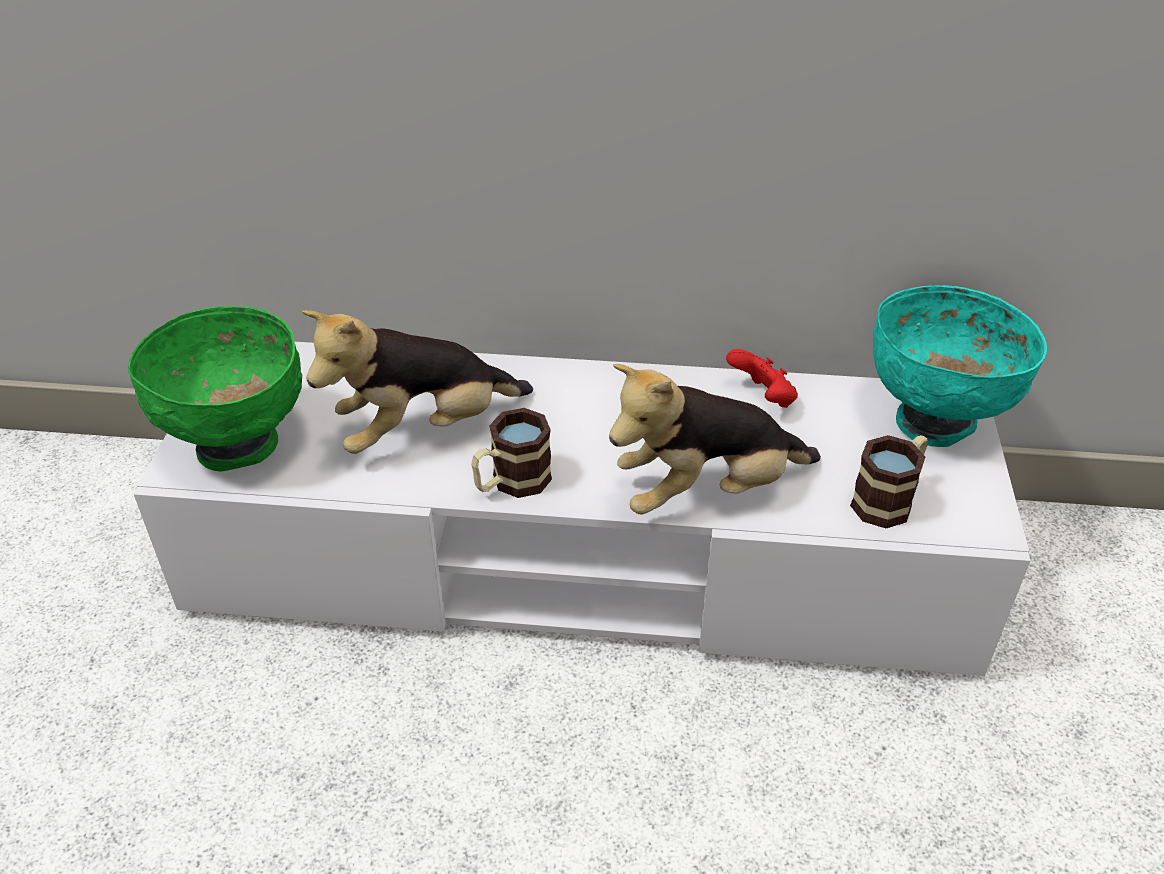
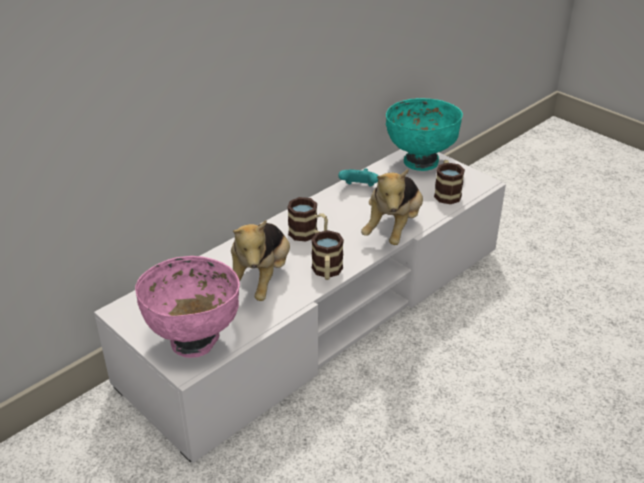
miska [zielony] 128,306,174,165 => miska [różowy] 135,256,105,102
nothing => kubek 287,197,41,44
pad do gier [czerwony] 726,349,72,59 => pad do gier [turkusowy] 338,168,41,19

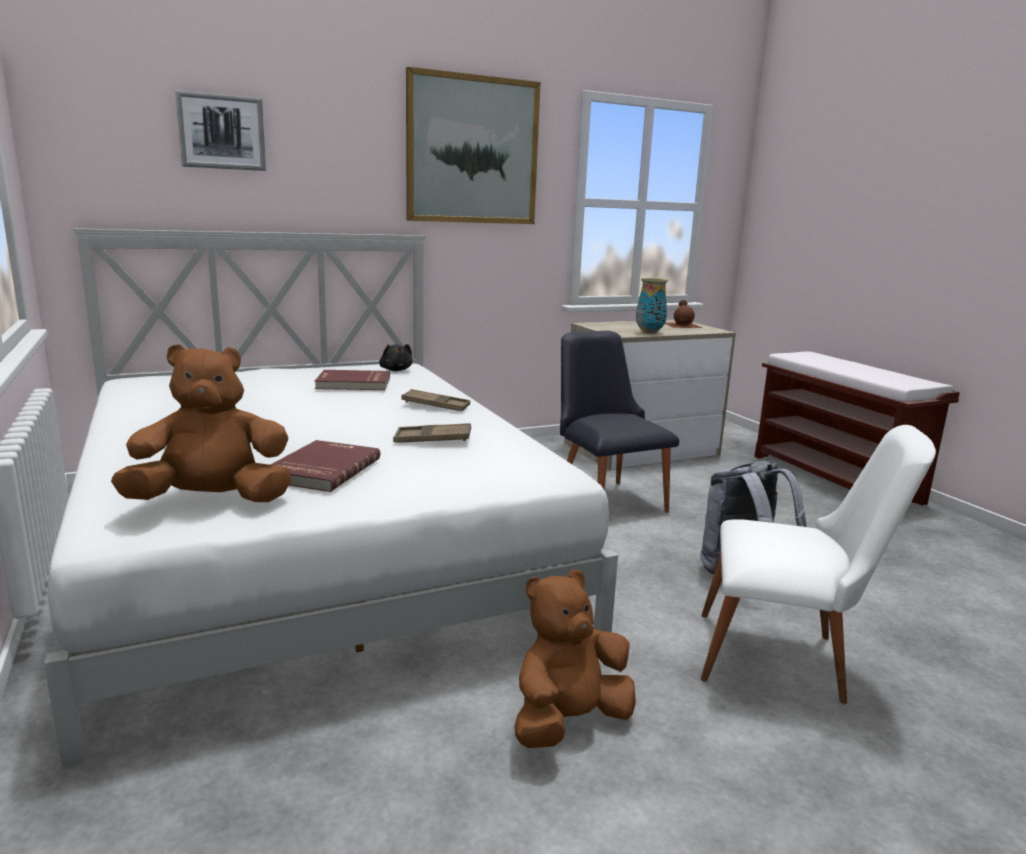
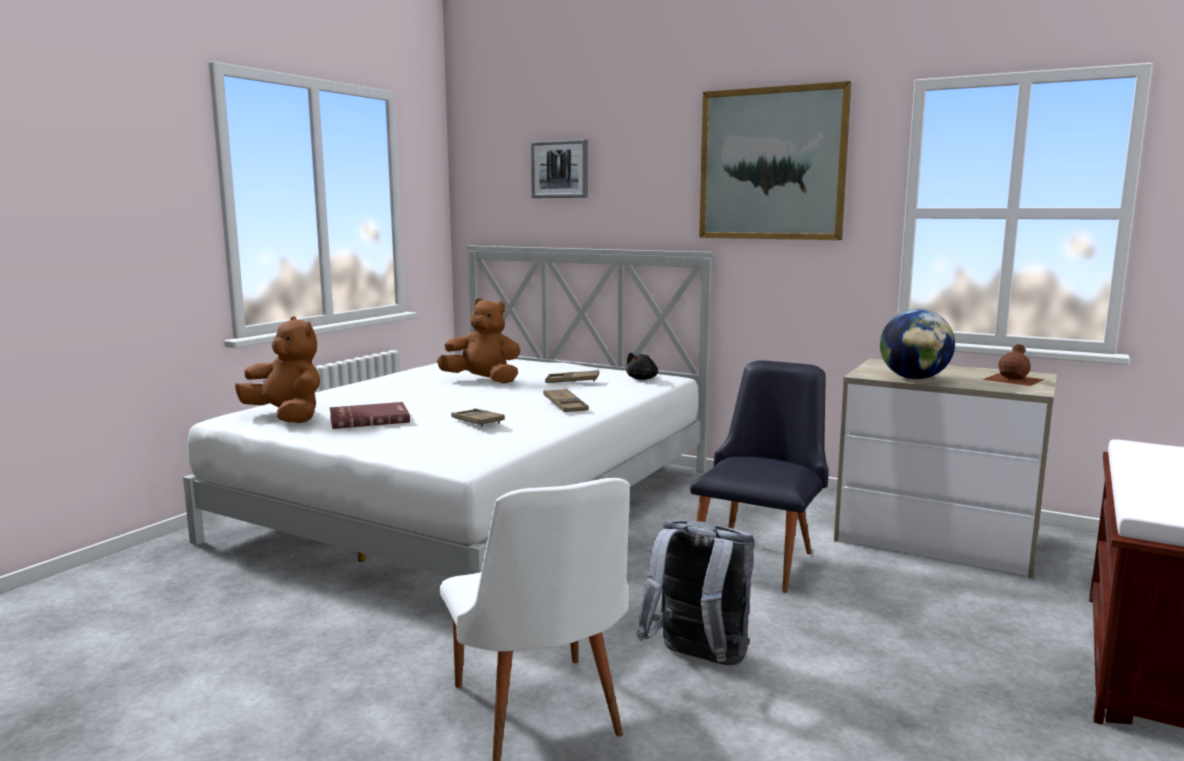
pluszak [brązowy] 514,569,122,179 => pluszak [brązowy] 437,298,84,86, move
książka [czerwony] 315,370,75,20 => taca [brązowy] 545,370,54,13
wazon 636,278,32,56 => globus 880,309,75,70

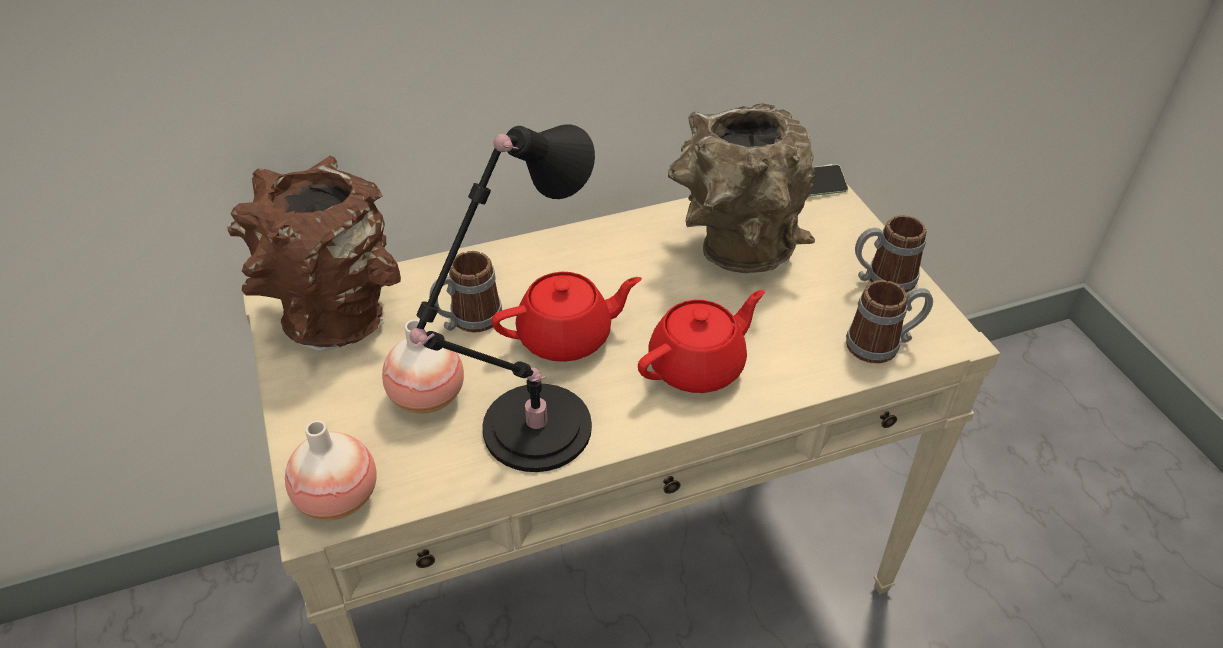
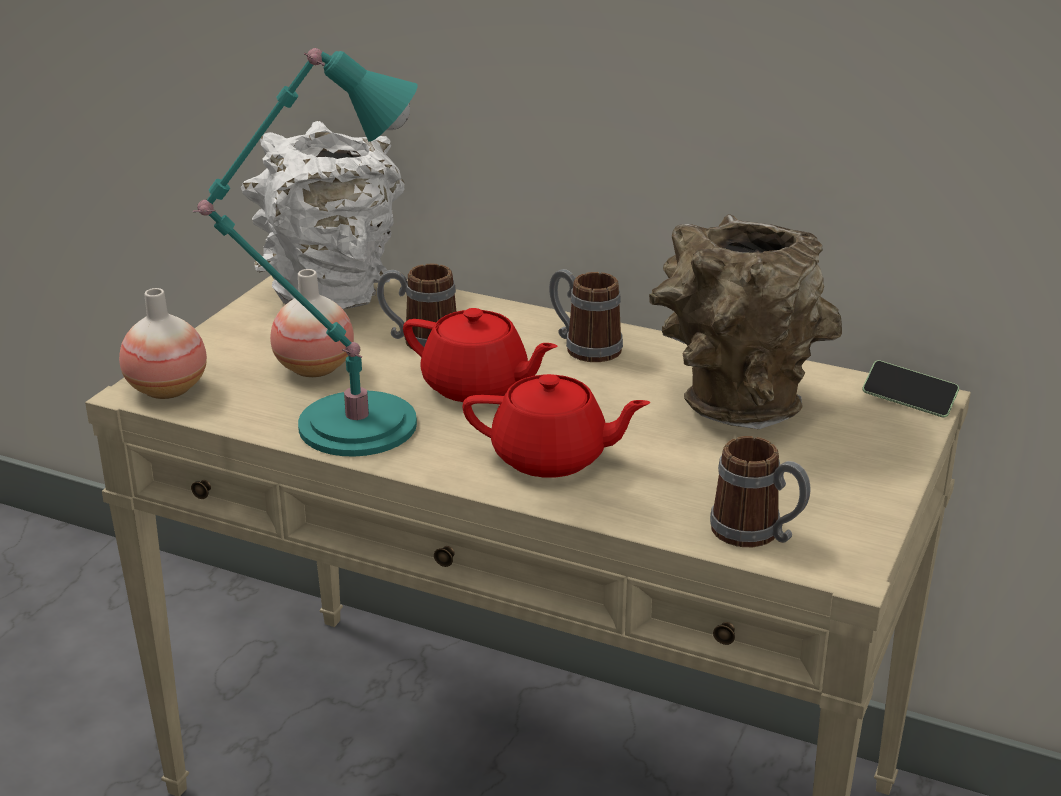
lampa stołowa [czarny] 409,125,186,347 => lampa stołowa [turkusowy] 193,48,225,409
wazon [brązowy] 228,156,173,195 => wazon [biały] 241,121,164,188
kubek 855,215,72,78 => kubek 549,269,74,93, move

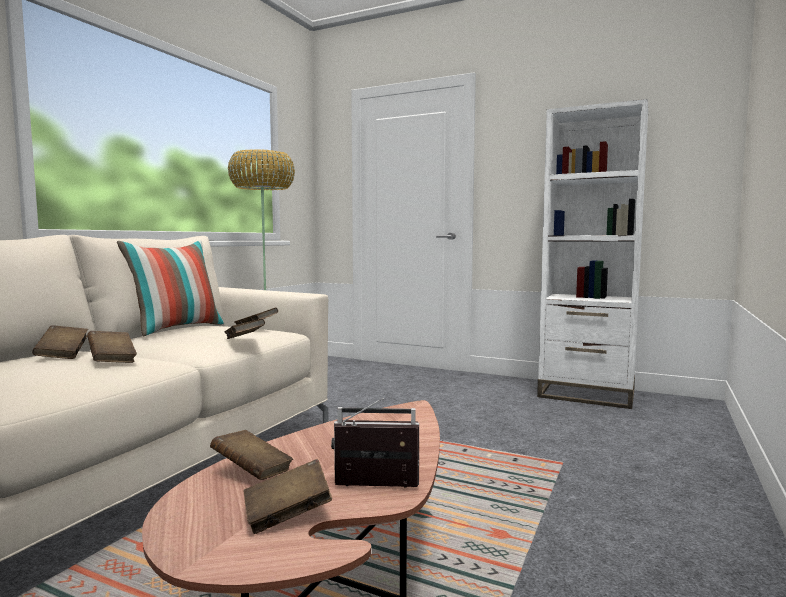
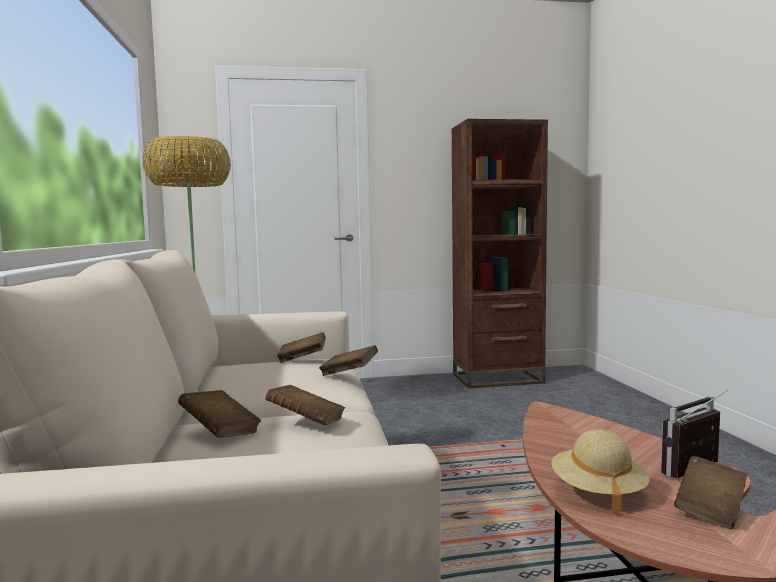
regał [biały] 537,99,111,310 => regał [brązowy] 451,119,97,269
książka [brązowy] 210,430,83,50 => kapelusz [beżowy] 551,429,99,86
poduszka 117,240,107,96 => nothing

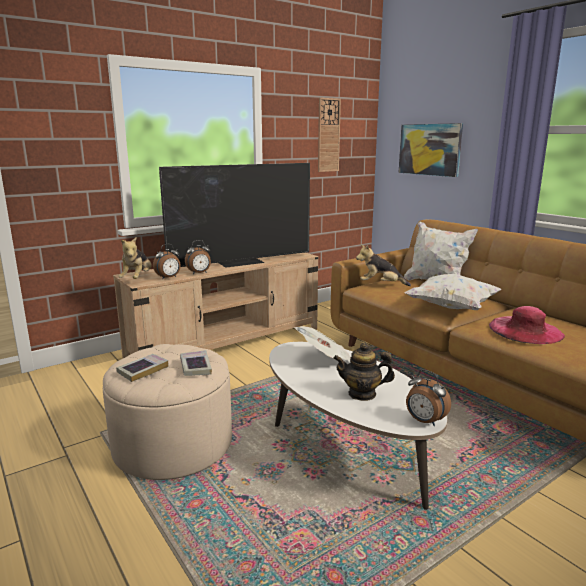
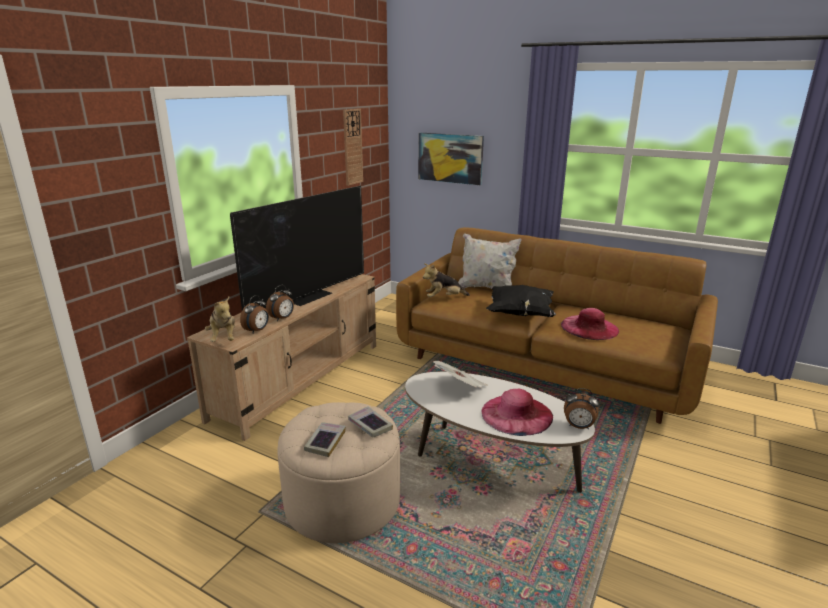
imbryk 333,343,62,58 => kapelusz [różowy] 482,389,71,47
poduszka [biały] 404,274,98,36 => poduszka [czarny] 486,285,70,32

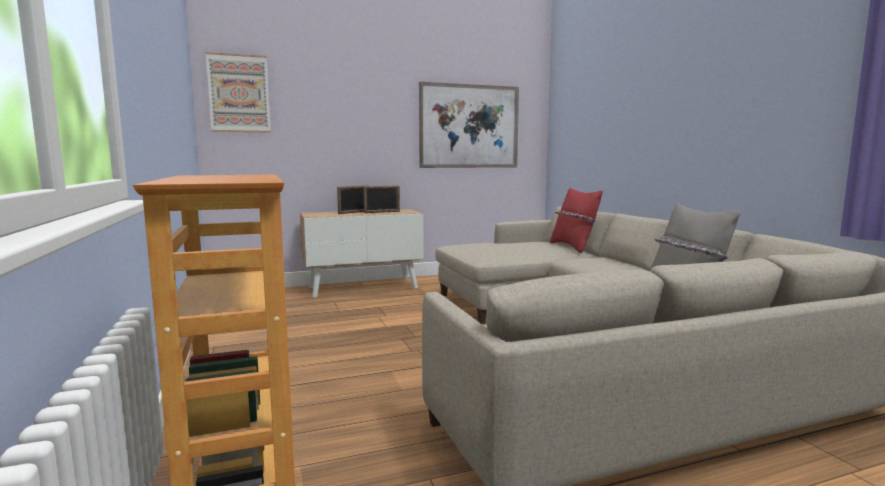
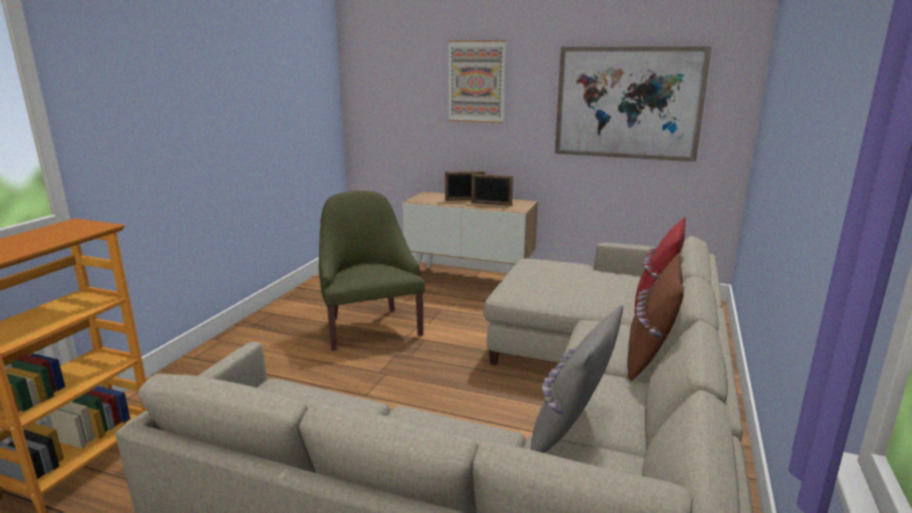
nothing => fotel [zielony] 319,191,106,160
obraz 206,52,65,81 => obraz 448,40,58,83, move
nothing => poduszka [brązowy] 628,253,56,128

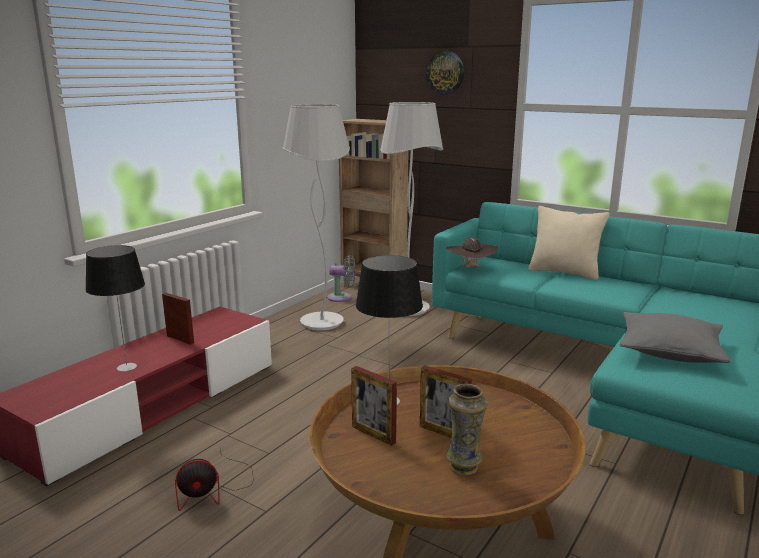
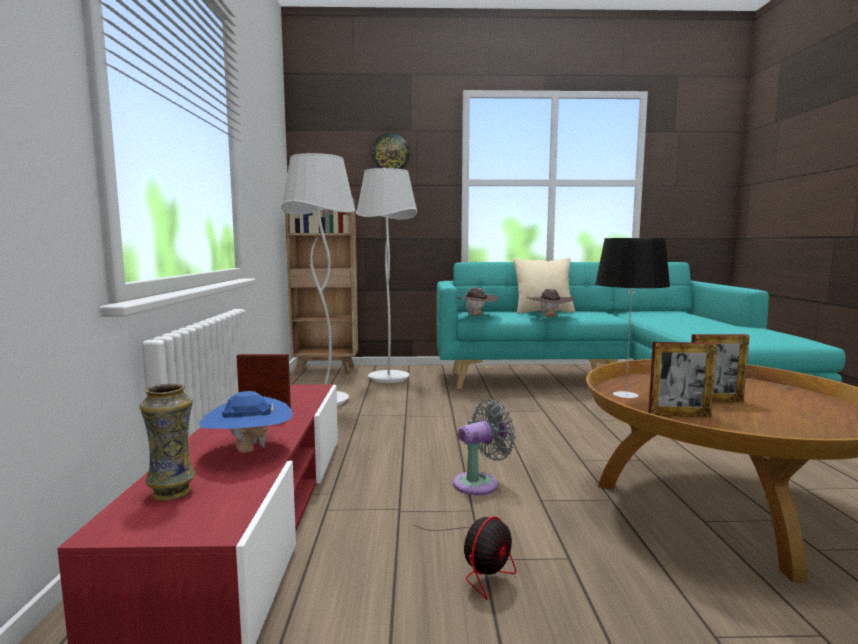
wazon 446,384,42,92 => wazon 139,383,56,118, move
lampa stołowa 85,245,60,126 => kapelusz [niebieski] 199,391,94,62
wentylator [szary] 327,255,28,47 => wentylator [szary] 453,399,63,96, move
nothing => kapelusz [brązowy] 526,289,49,28
poduszka [szary] 619,312,111,51 => nothing

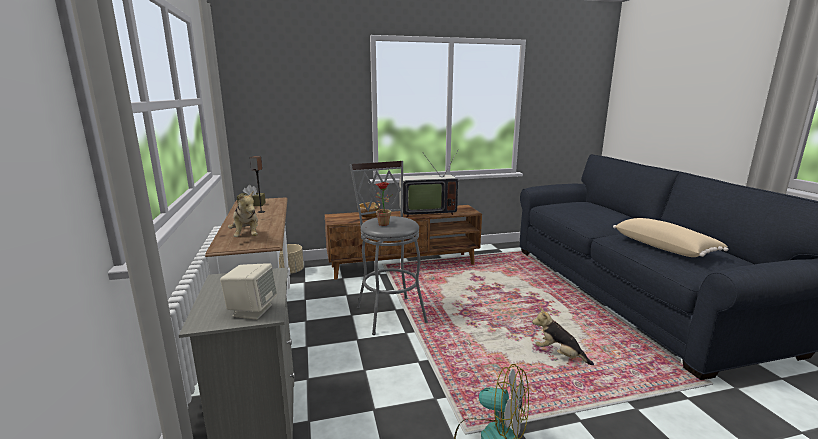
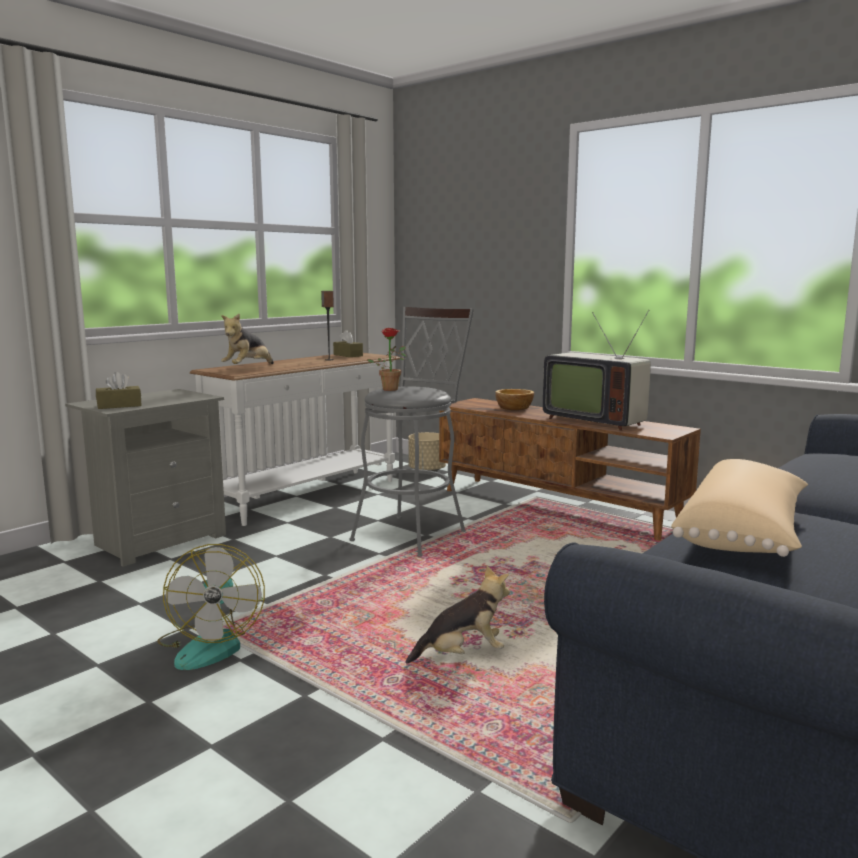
głośnik [beżowy] 220,264,57,56 => pudełko chusteczek [brązowy] 96,372,46,37
pluszak 532,307,62,58 => pluszak 406,566,104,97, 75 degrees clockwise

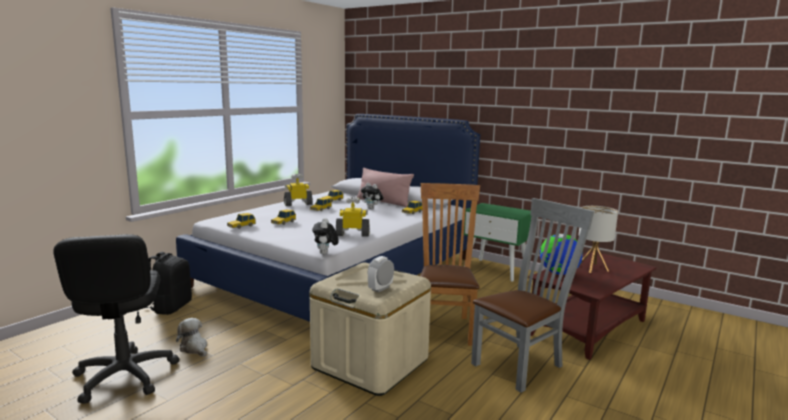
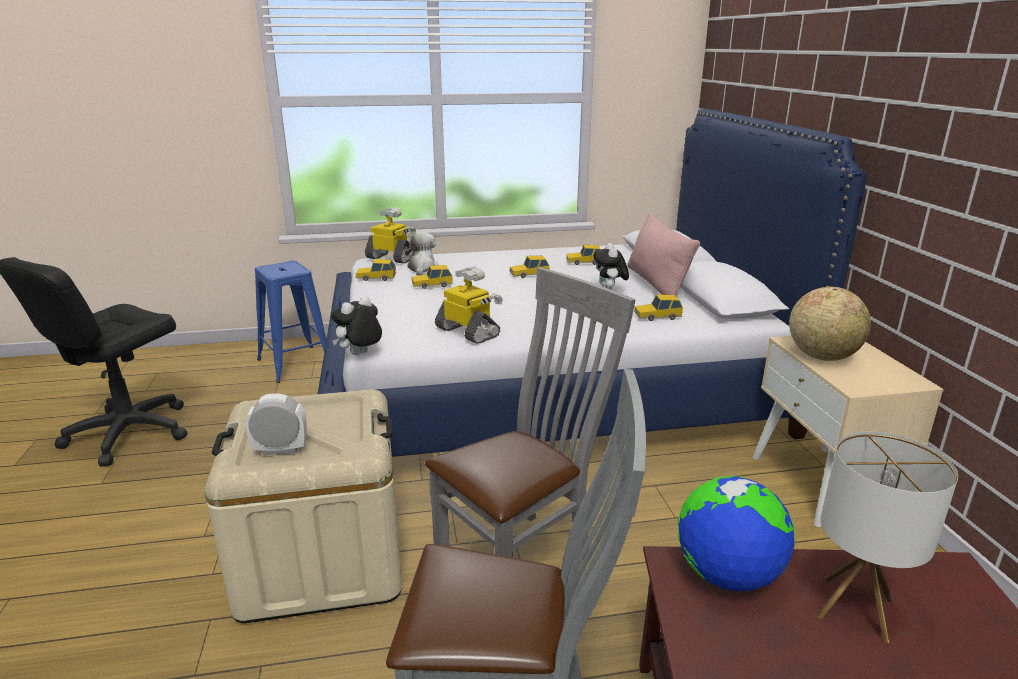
plecak [czarny] 145,252,47,63 => stołek [niebieski] 255,261,72,122
robot zabawkowy 284,173,29,33 => robot zabawkowy 365,207,51,56, move
pluszak 176,318,31,39 => pluszak 404,232,35,44, move
krzesło [brązowy] 420,183,60,163 => krzesło [szary] 425,267,211,293
szafka nocna [zielony] 464,203,67,79 => szafka nocna [beżowy] 753,336,191,191
nothing => globus 789,287,82,74

